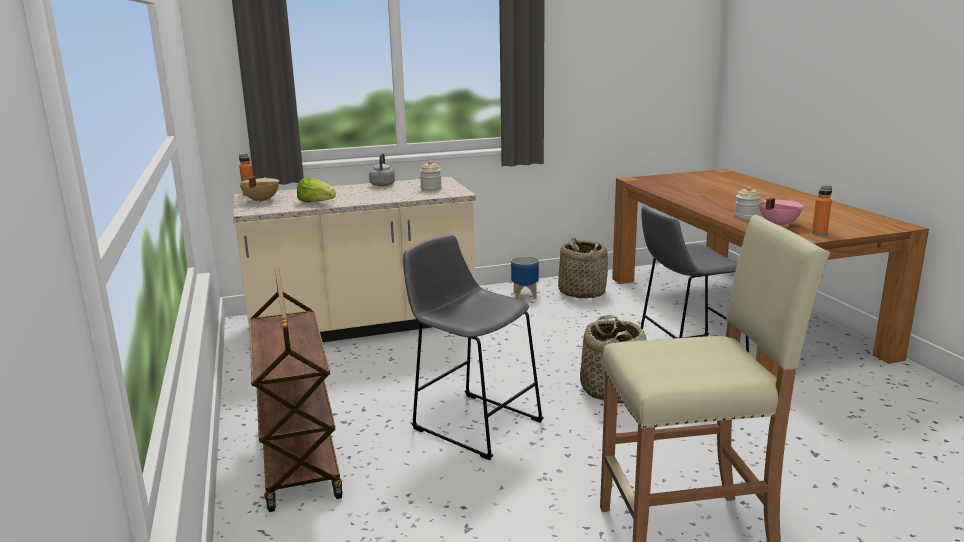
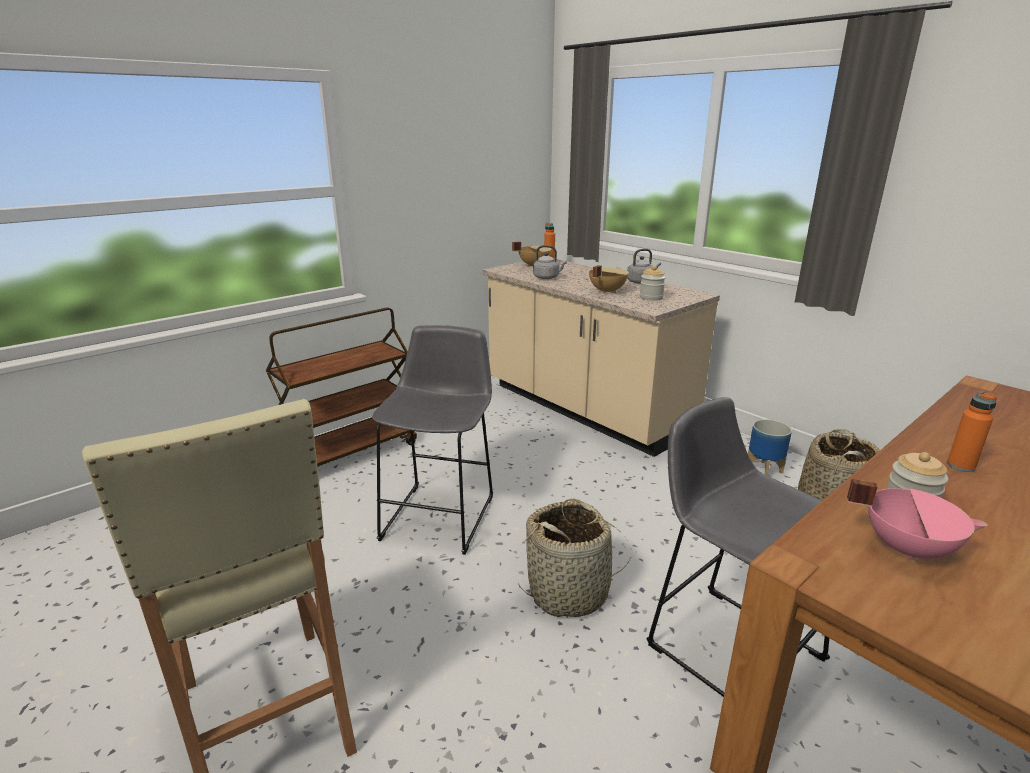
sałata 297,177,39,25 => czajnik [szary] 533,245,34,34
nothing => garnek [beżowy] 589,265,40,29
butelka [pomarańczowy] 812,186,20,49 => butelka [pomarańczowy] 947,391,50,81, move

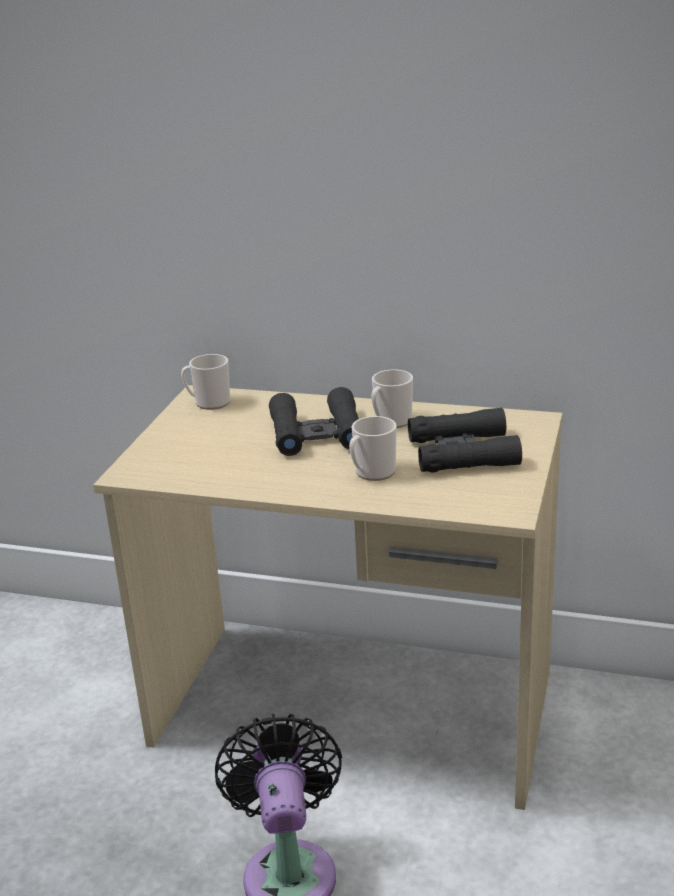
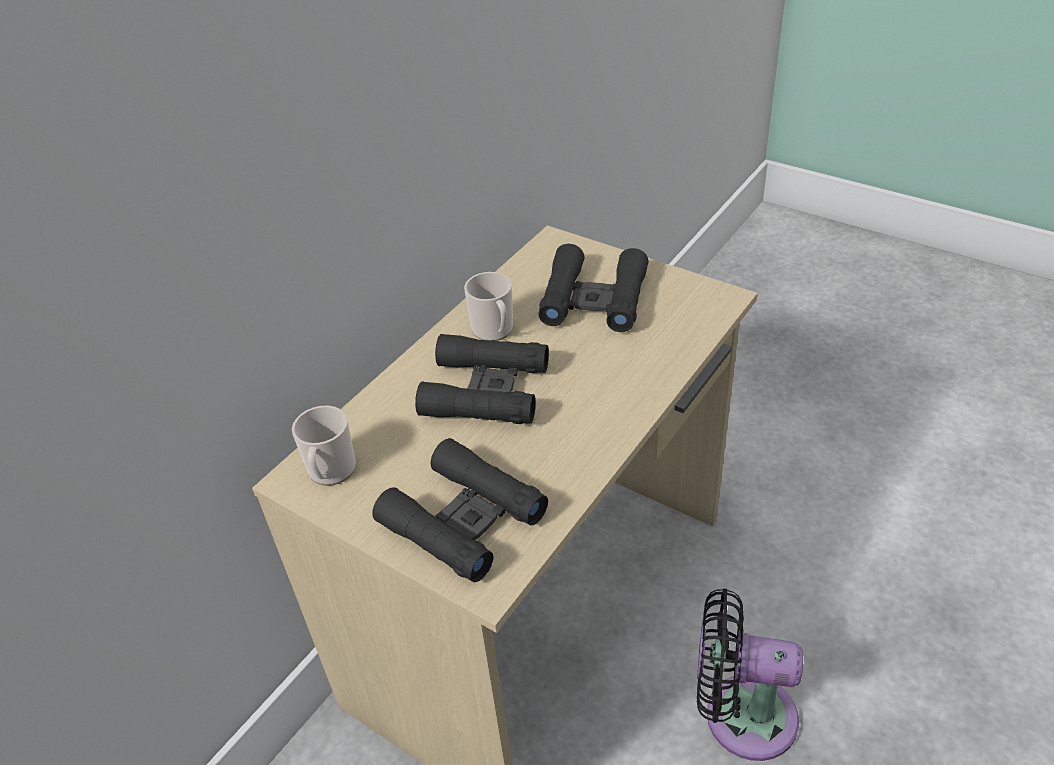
nothing => lornetka [czarny] 372,438,176,144
kubek 349,416,48,65 => nothing

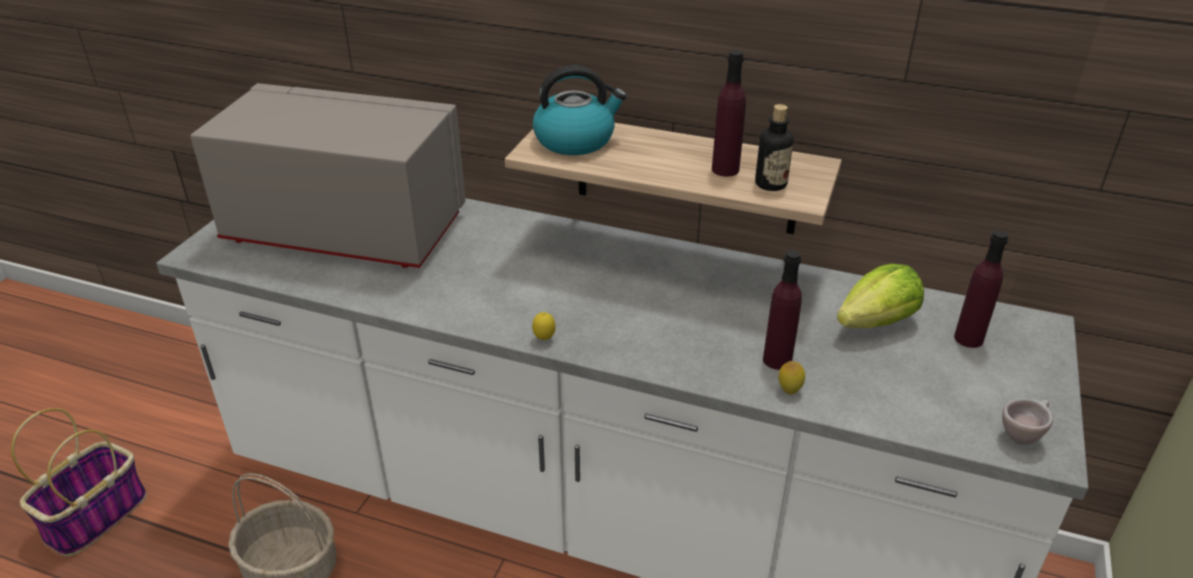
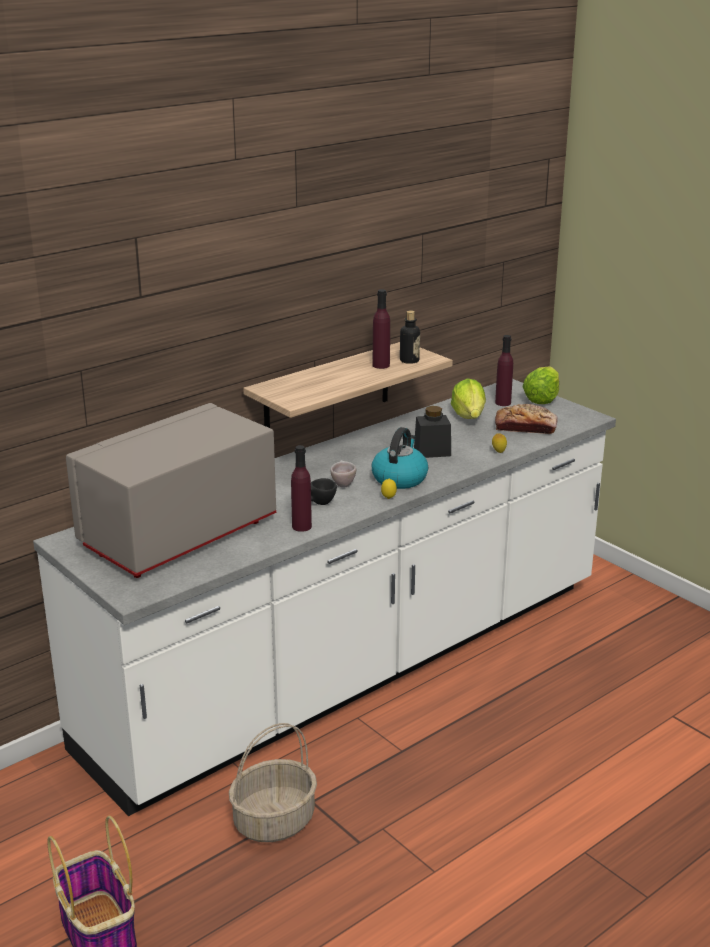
butelka [fioletowy] 763,250,39,120 => butelka [fioletowy] 291,445,21,87, move
nothing => filiżanka [czarny] 311,478,26,27
filiżanka [beżowy] 1002,398,51,47 => filiżanka [beżowy] 330,460,26,28, move
czajnik 533,66,94,89 => czajnik 371,427,57,62, move
nothing => słoik [czarny] 414,406,37,52
nothing => chleb 495,404,63,30
nothing => sałata 523,367,36,37

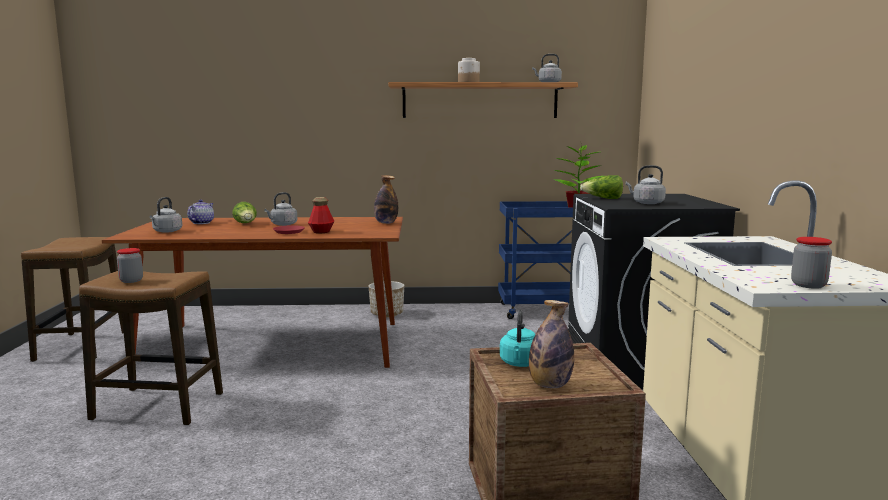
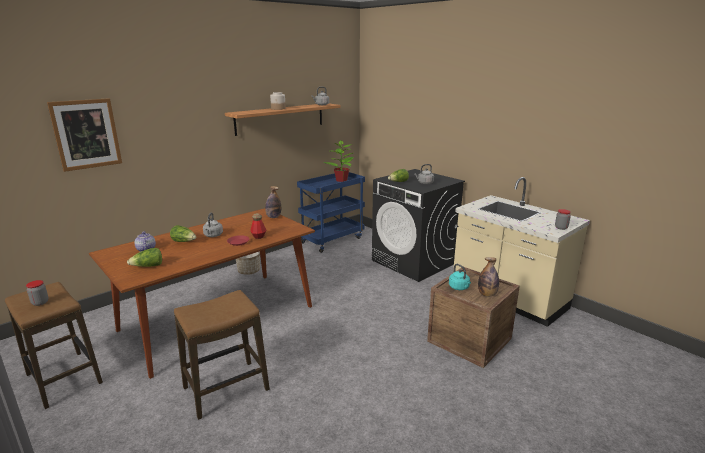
słoik 117,248,26,35 => słoik 26,280,23,26, move
nothing => obraz 47,98,75,74
czajnik [szary] 149,197,33,36 => sałata 127,248,35,19

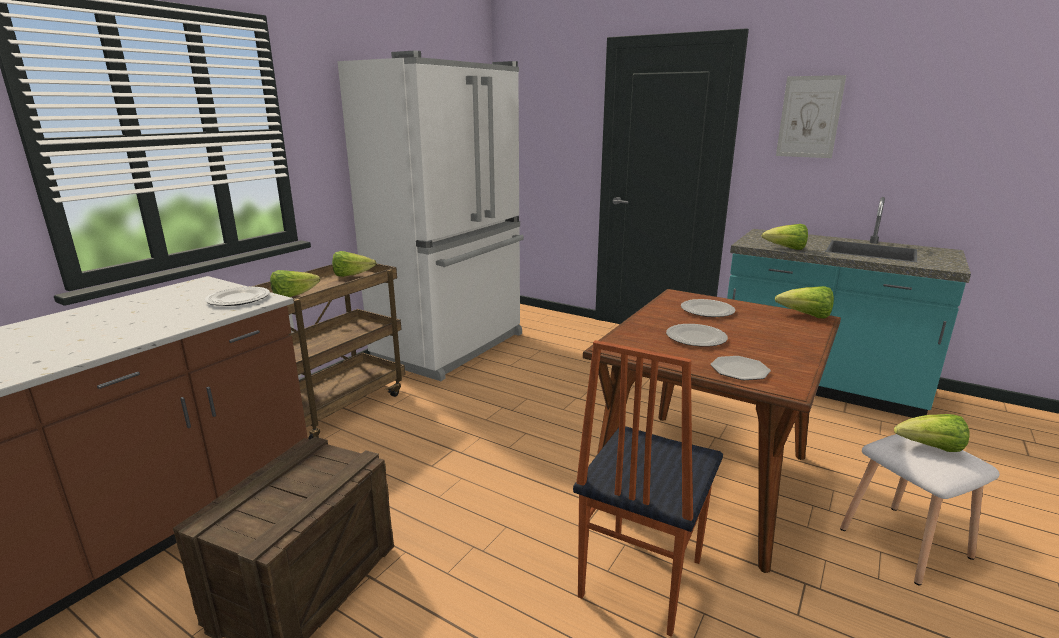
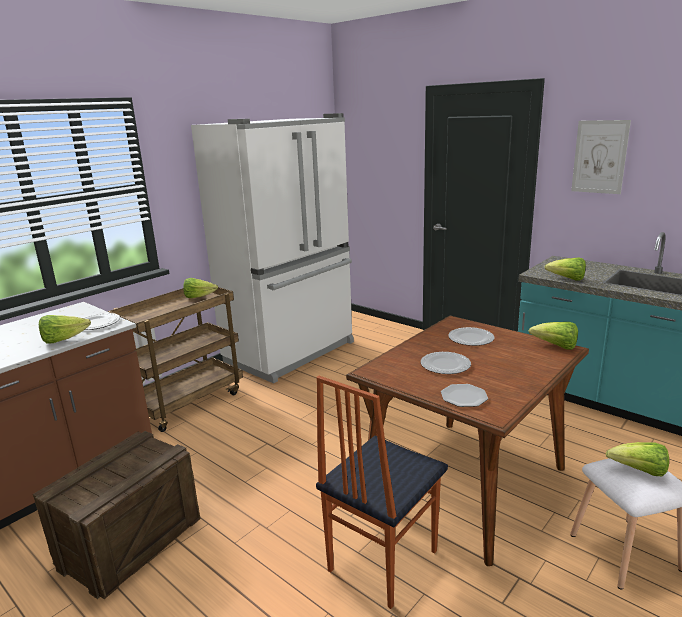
sałata 270,270,50,27 => sałata 39,315,52,29, move

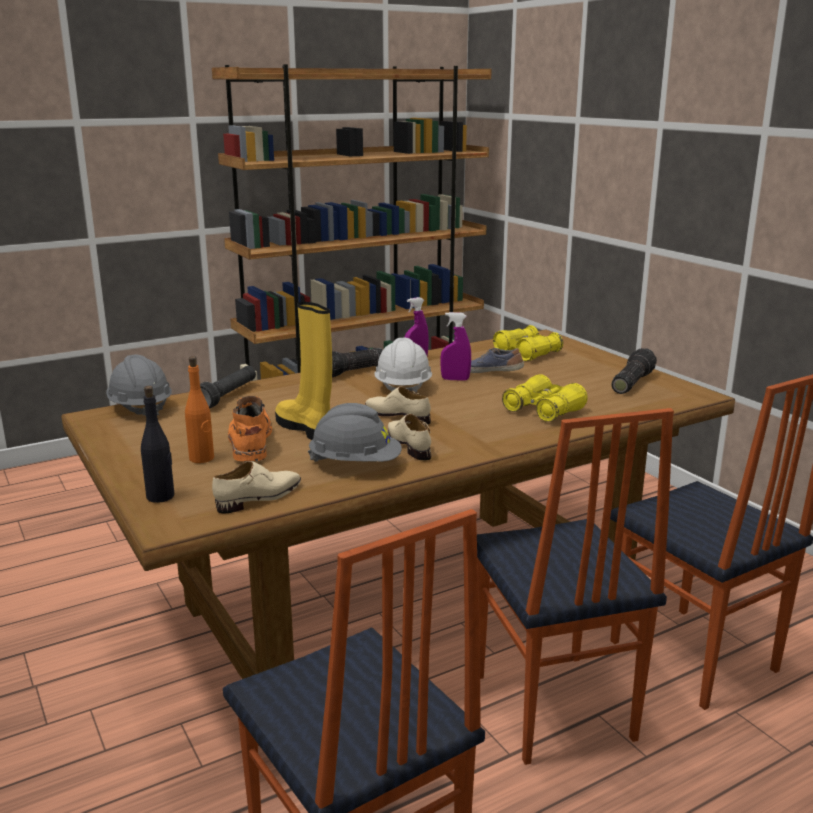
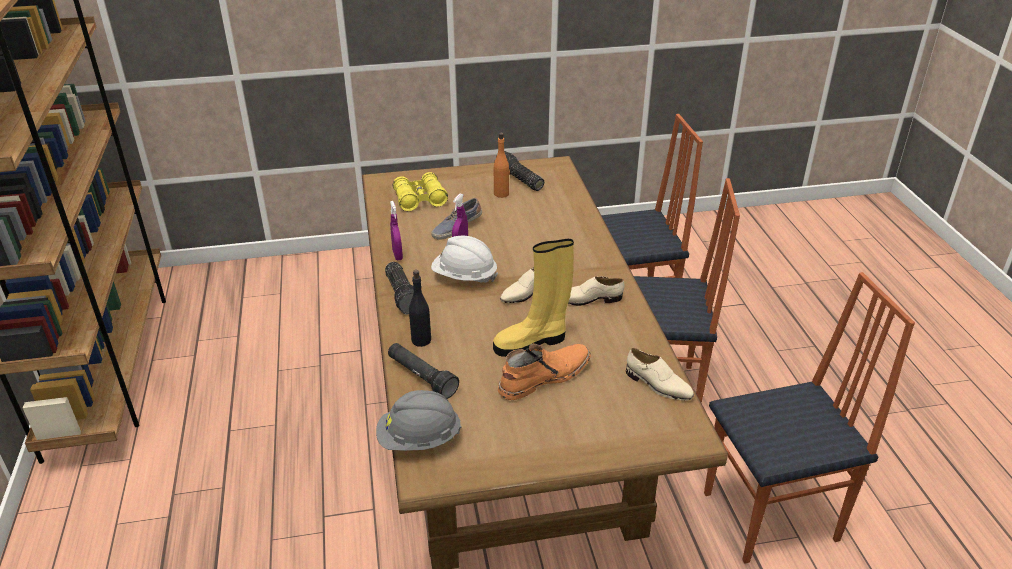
butelka [czarny] 141,386,33,117 => butelka [czarny] 409,270,22,77, move
butelka [pomarańczowy] 185,356,29,107 => butelka [pomarańczowy] 494,132,16,66, move
but z cholewką [pomarańczowy] 228,396,44,66 => but z cholewką [pomarańczowy] 498,344,93,56, 135 degrees clockwise
but [beżowy] 212,461,89,52 => but [beżowy] 626,348,68,53, 150 degrees clockwise
kask [szary] 308,403,94,59 => nothing
lornetka [żółty] 502,374,86,48 => nothing

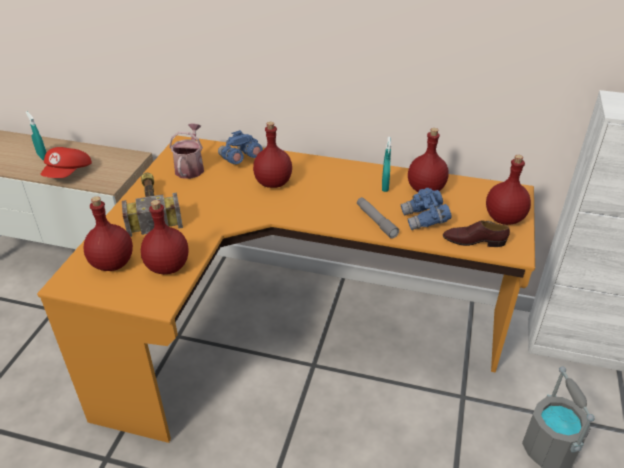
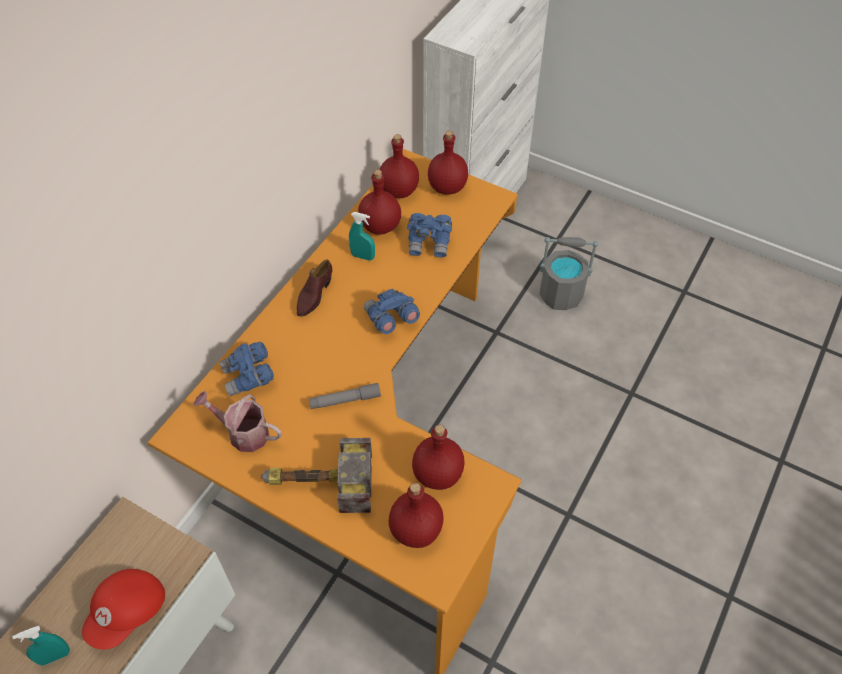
czapka z daszkiem [czerwony] 40,147,52,31 => czapka z daszkiem [czerwony] 82,569,83,80, 90 degrees clockwise
but [brązowy] 443,221,67,26 => but [brązowy] 297,260,35,56, move
latarka [szary] 357,197,42,41 => latarka [szary] 309,383,72,26, move
nothing => lornetka [niebieski] 364,289,56,45
butelka [czerwony] 253,122,39,66 => butelka [czerwony] 380,134,39,64, move

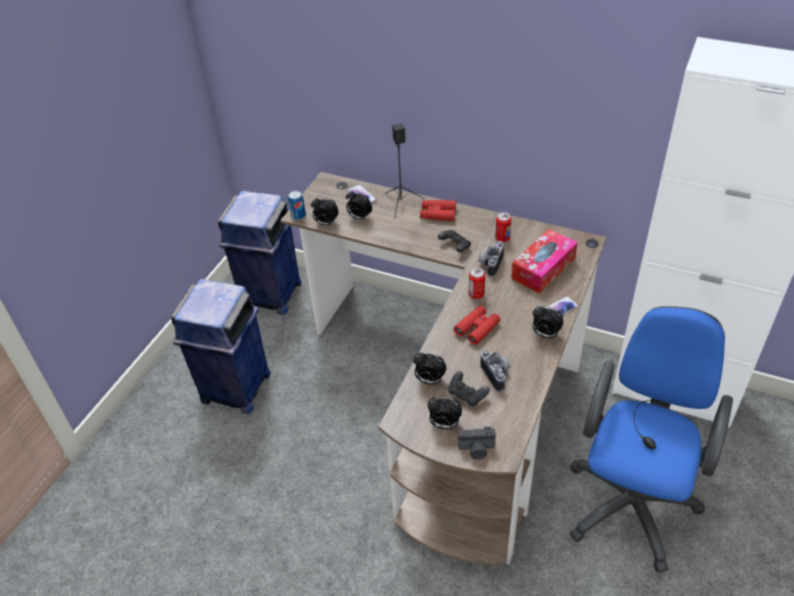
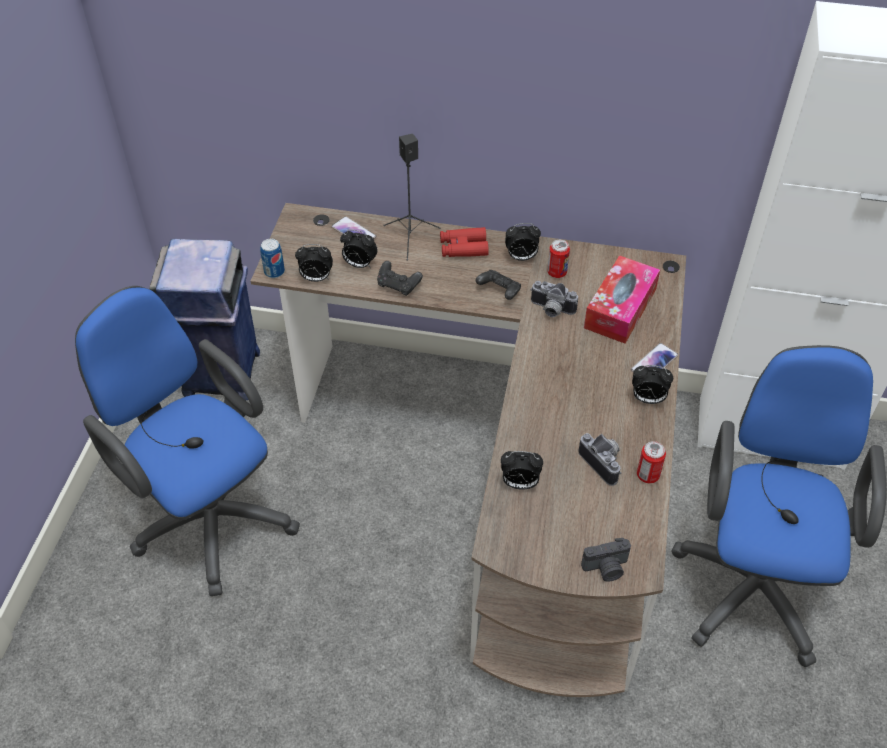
kosz na śmieci [niebieski] 171,279,100,135 => krzesło biurowe [niebieski] 75,286,225,310
pad do gier [czarny] 448,371,42,35 => pad do gier [czarny] 377,261,46,35, move
budzik 427,397,35,32 => budzik 505,223,36,38, move
aparat fotograficzny 478,241,26,36 => aparat fotograficzny 530,281,48,36, 75 degrees counterclockwise
puszka 469,268,16,31 => puszka 637,441,29,42, move
lornetka [czerwony] 454,306,46,39 => nothing

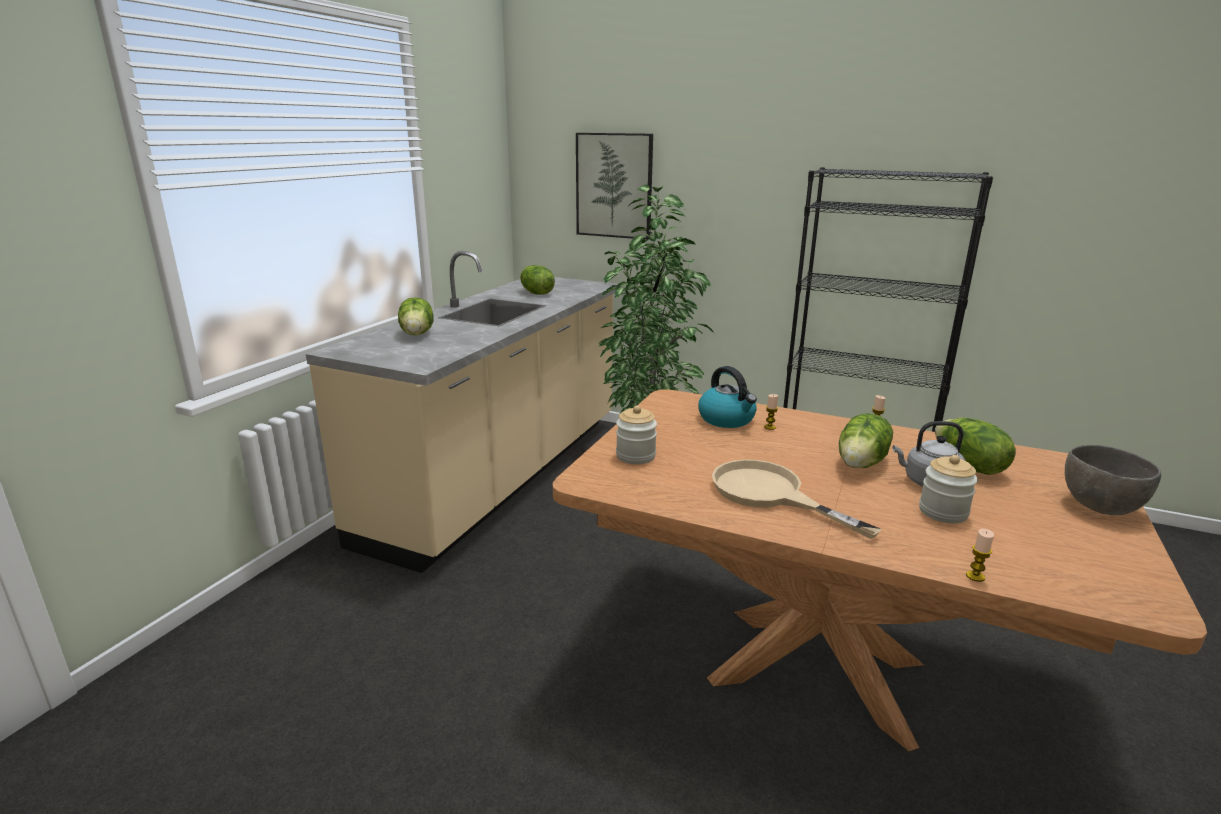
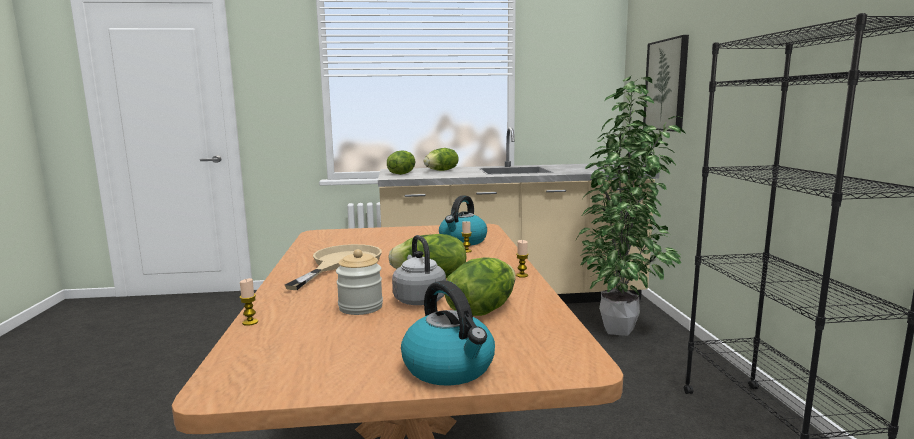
sałata 520,265,35,30 => sałata 387,151,29,24, move
miska [szary] 1065,445,96,70 => czajnik 401,280,94,106
słoik 616,406,41,58 => nothing

